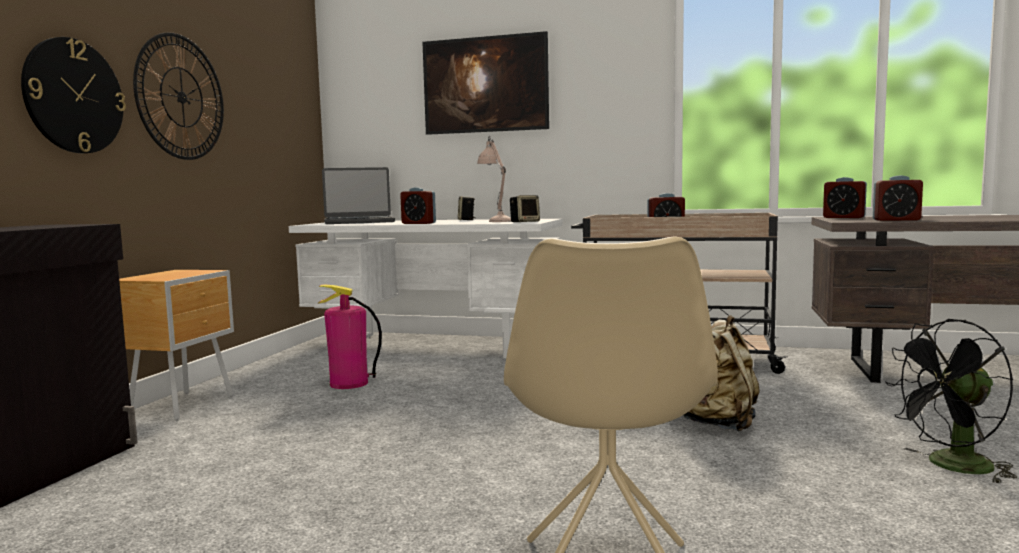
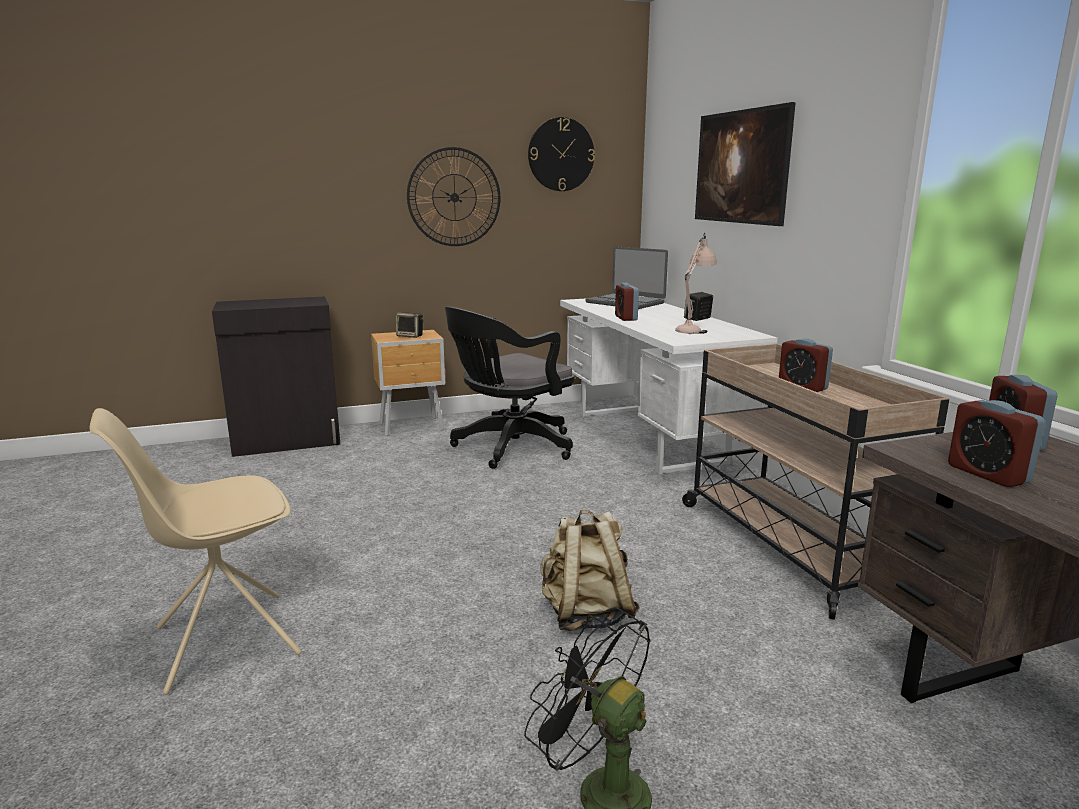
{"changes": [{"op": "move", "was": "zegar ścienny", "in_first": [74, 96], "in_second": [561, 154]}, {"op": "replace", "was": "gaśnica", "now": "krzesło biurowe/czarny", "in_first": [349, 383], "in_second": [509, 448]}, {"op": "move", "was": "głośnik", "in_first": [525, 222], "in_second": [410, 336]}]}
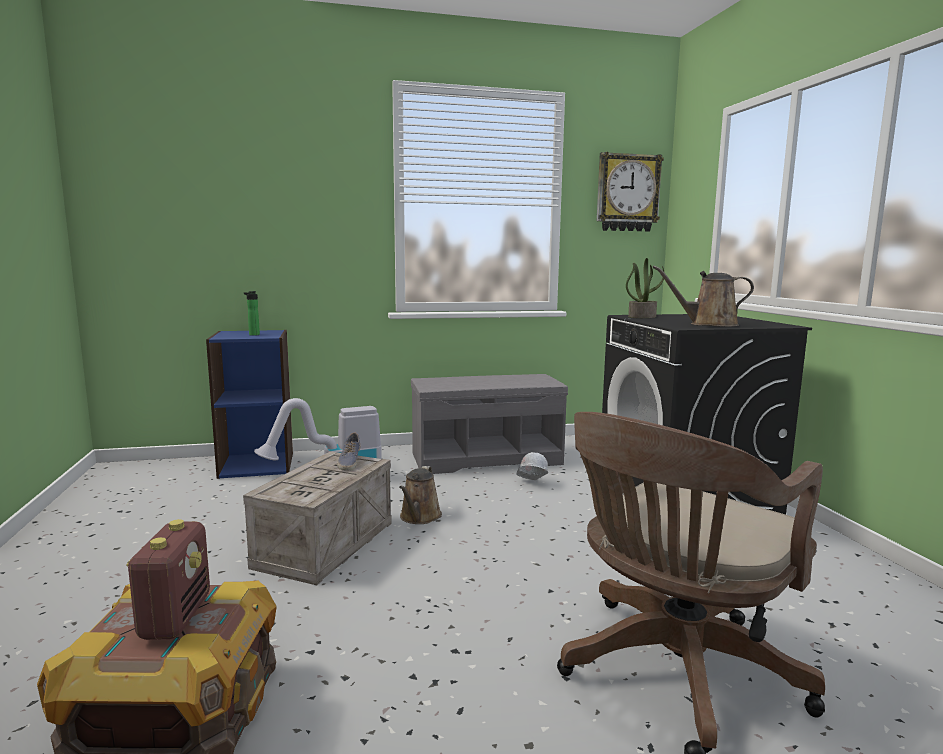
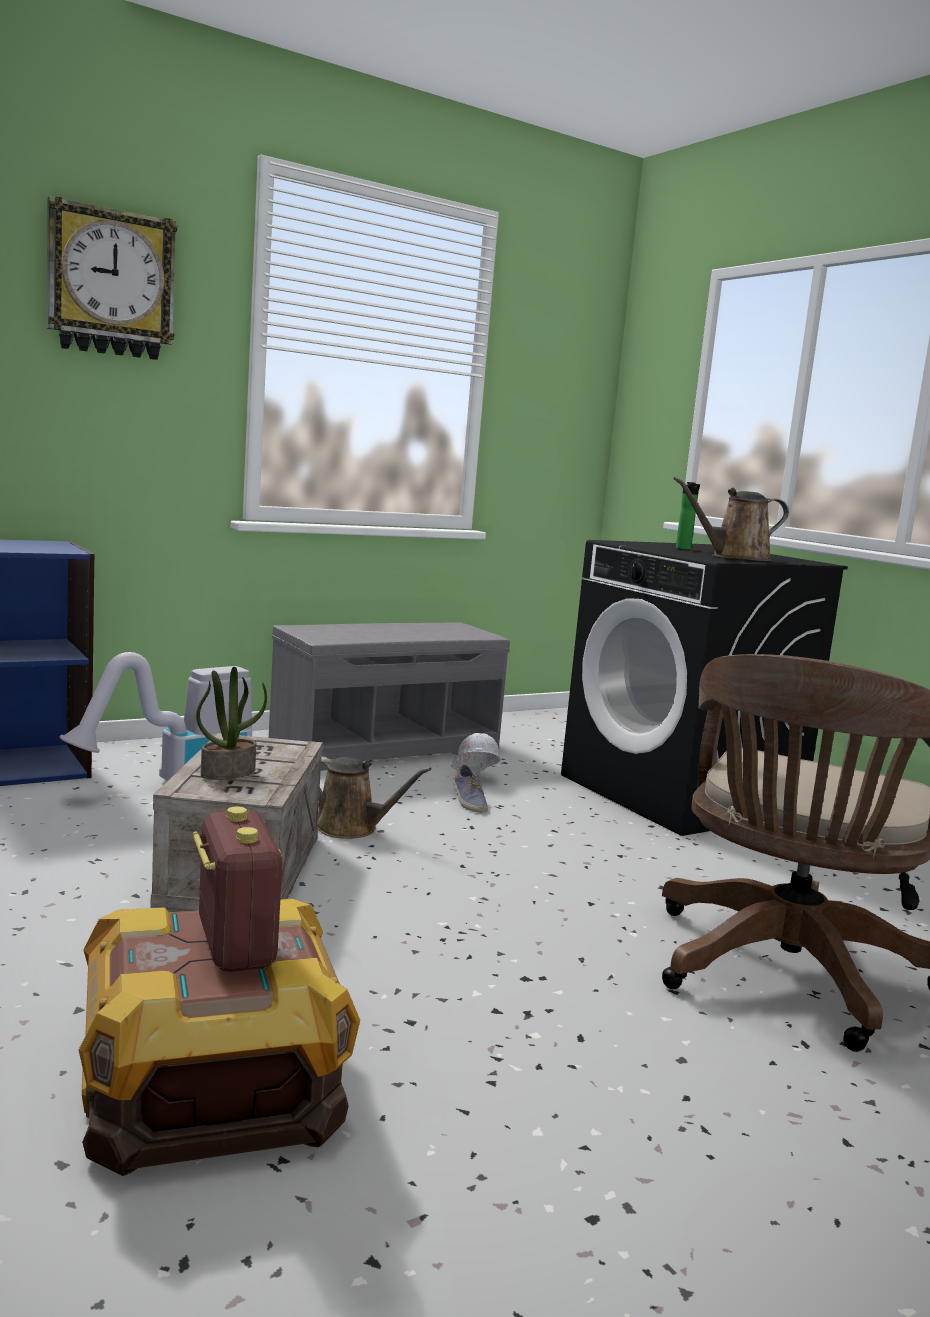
{"changes": [{"op": "move", "was": "butelka", "in_first": [253, 335], "in_second": [684, 549]}, {"op": "move", "was": "but", "in_first": [349, 462], "in_second": [468, 801]}, {"op": "rotate", "was": "konewka/brązowy", "in_first": [419, 517], "in_second": [351, 828], "clockwise": -60}, {"op": "move", "was": "zegar ścienny", "in_first": [627, 193], "in_second": [110, 283]}, {"op": "move", "was": "roślina doniczkowa", "in_first": [642, 317], "in_second": [228, 772]}]}
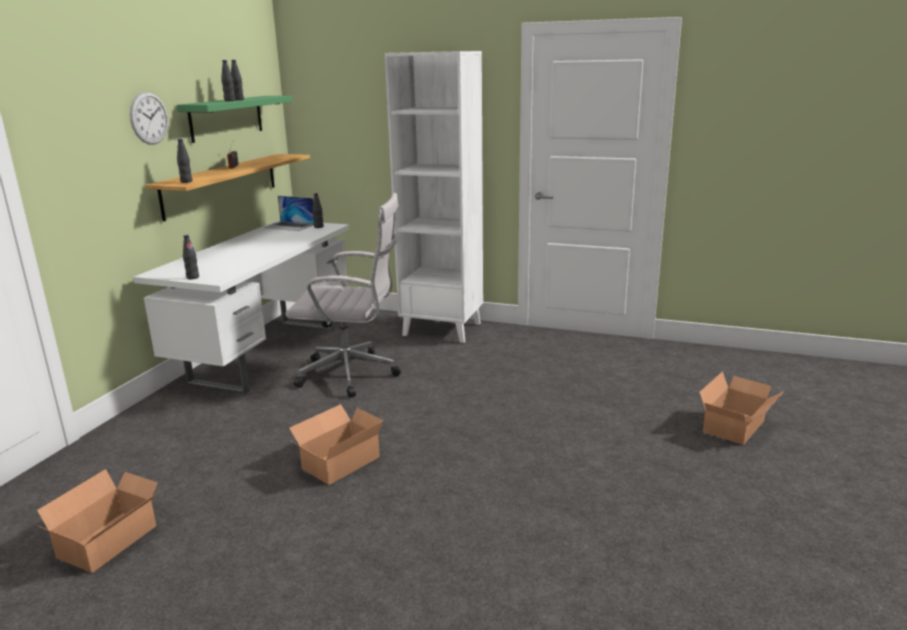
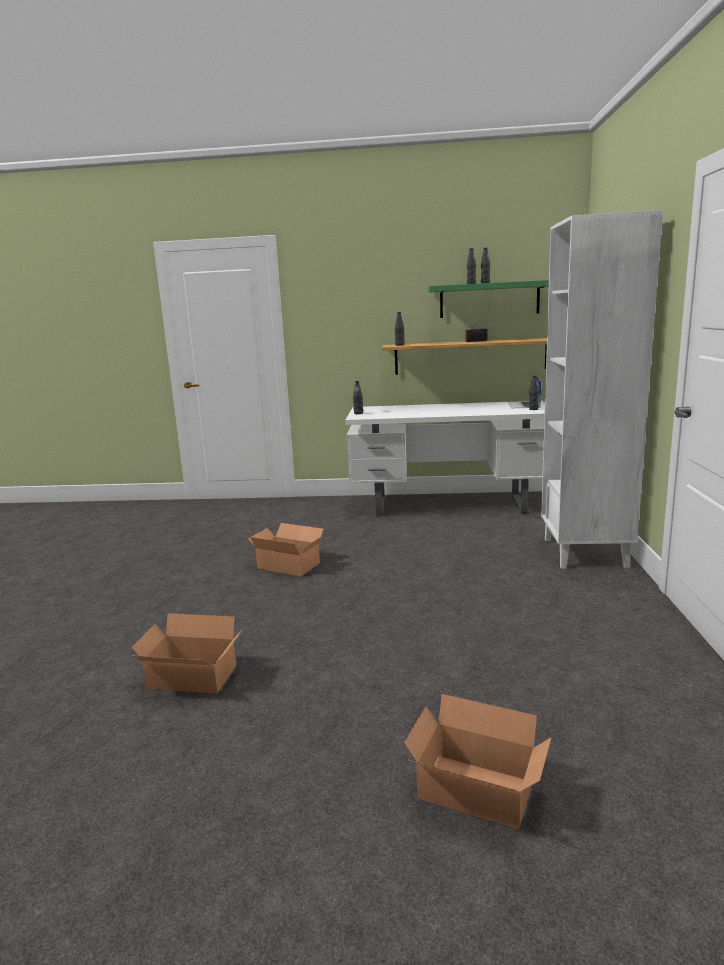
{"changes": [{"op": "move", "was": "karton", "in_first": [112, 541], "in_second": [192, 679]}, {"op": "delete", "was": "zegar ścienny", "in_first": [149, 118]}, {"op": "delete", "was": "krzesło biurowe/biały", "in_first": [353, 374]}]}
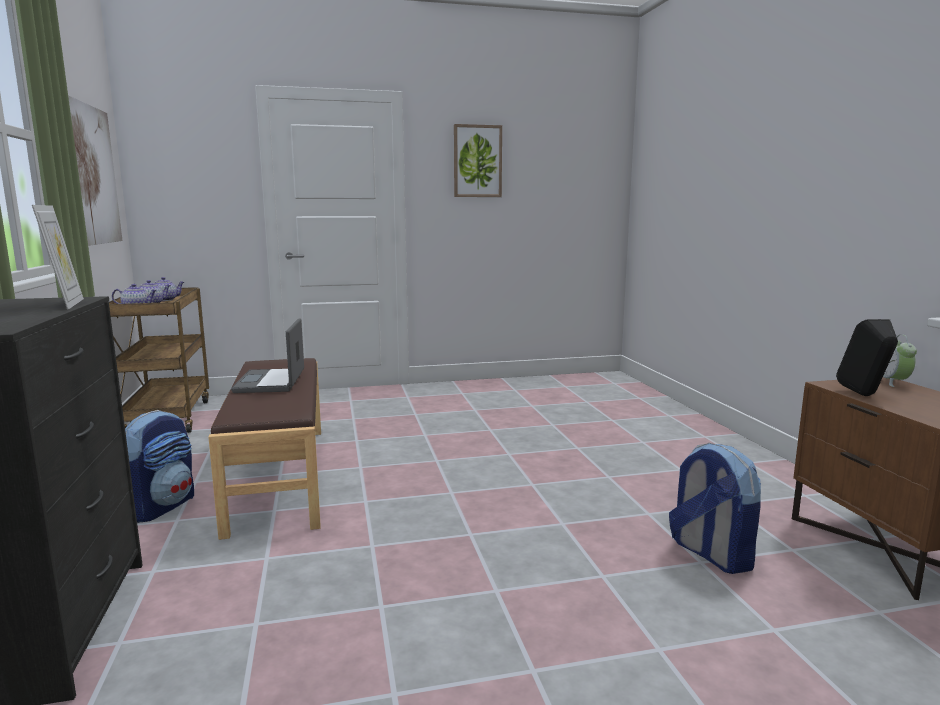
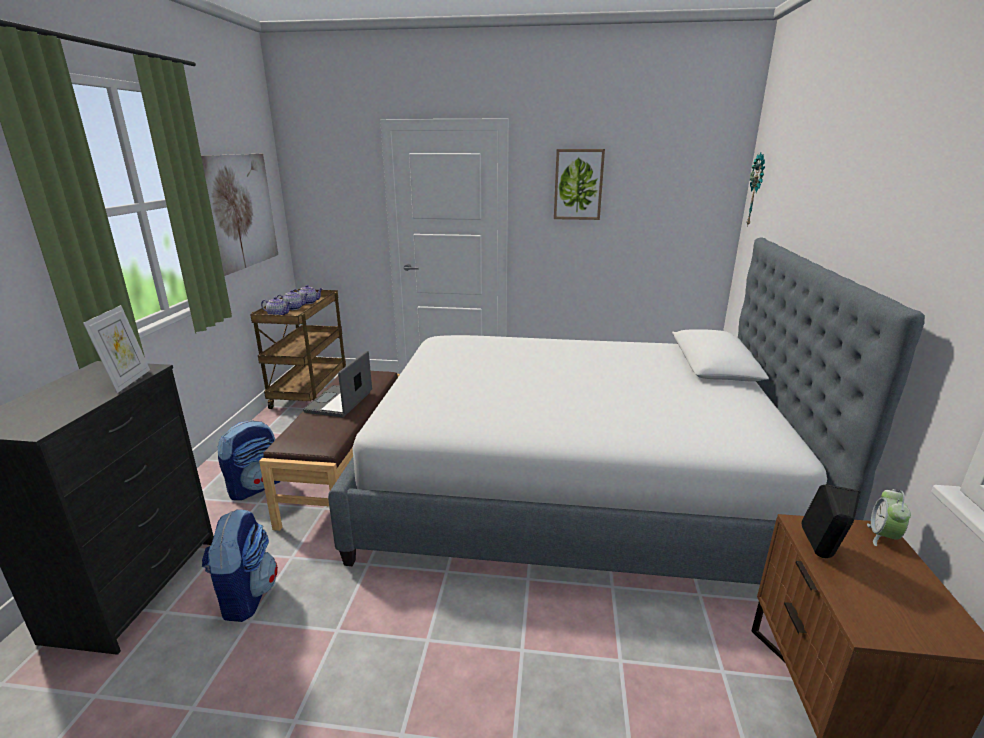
{"changes": [{"op": "move", "was": "plecak", "in_first": [710, 554], "in_second": [246, 595]}, {"op": "insert", "now": "łóżko", "in_second": [571, 487]}, {"op": "insert", "now": "zegar ścienny", "in_second": [757, 190]}]}
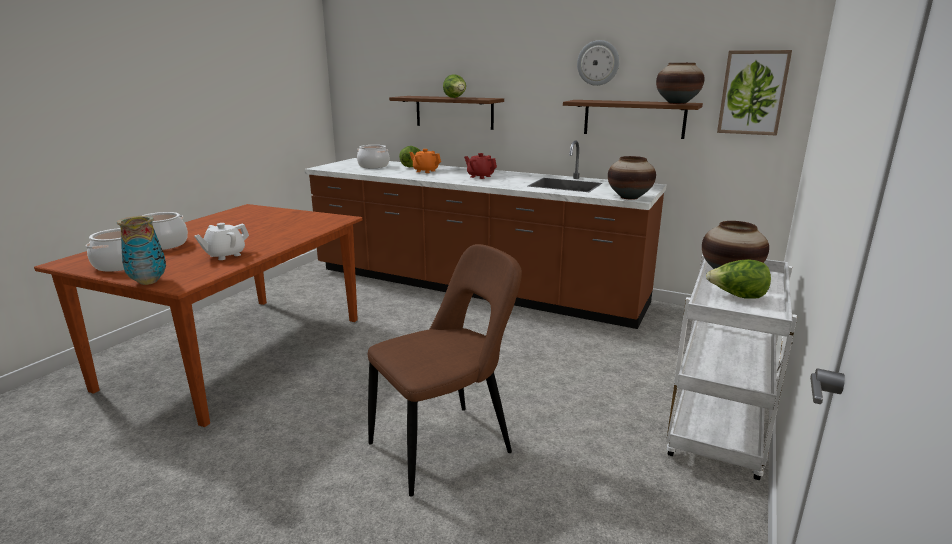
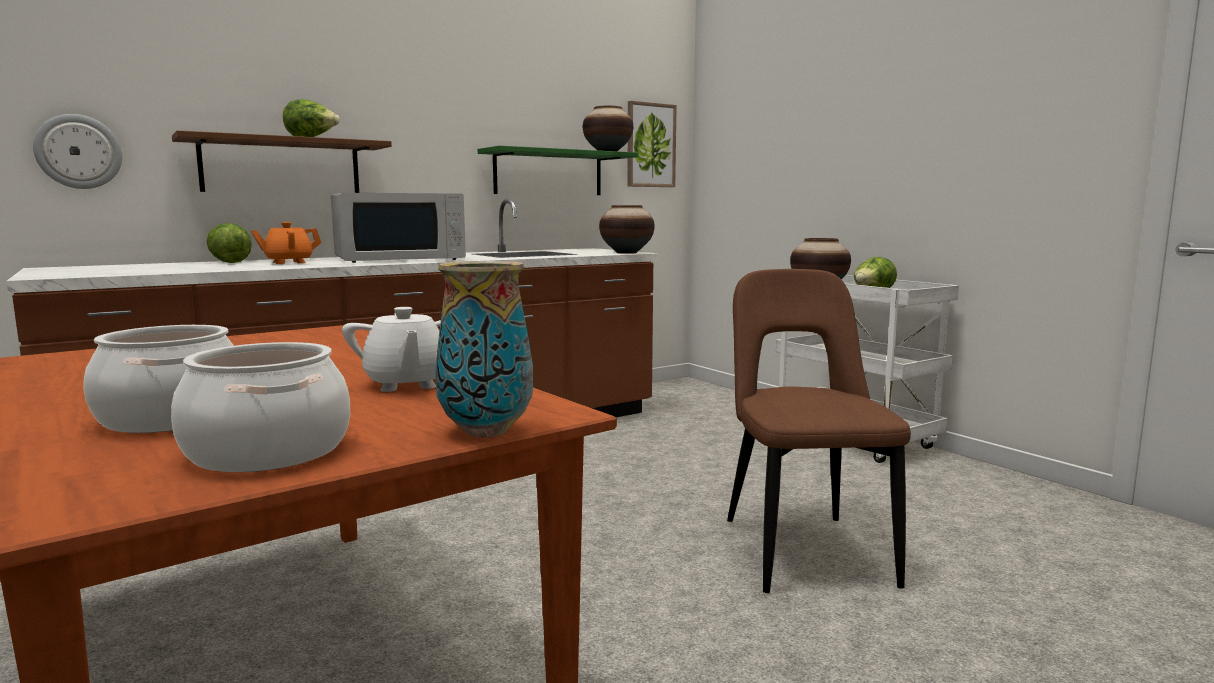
{"changes": [{"op": "delete", "was": "garnek", "in_first": [373, 166]}, {"op": "replace", "was": "imbryk/czerwony", "now": "mikrofalówka/biały", "in_first": [480, 176], "in_second": [399, 258]}, {"op": "recolor", "was": "półka/brązowy", "now": "półka/zielony", "in_first": [634, 118], "in_second": [548, 173]}, {"op": "move", "was": "zegar ścienny", "in_first": [598, 63], "in_second": [78, 152]}]}
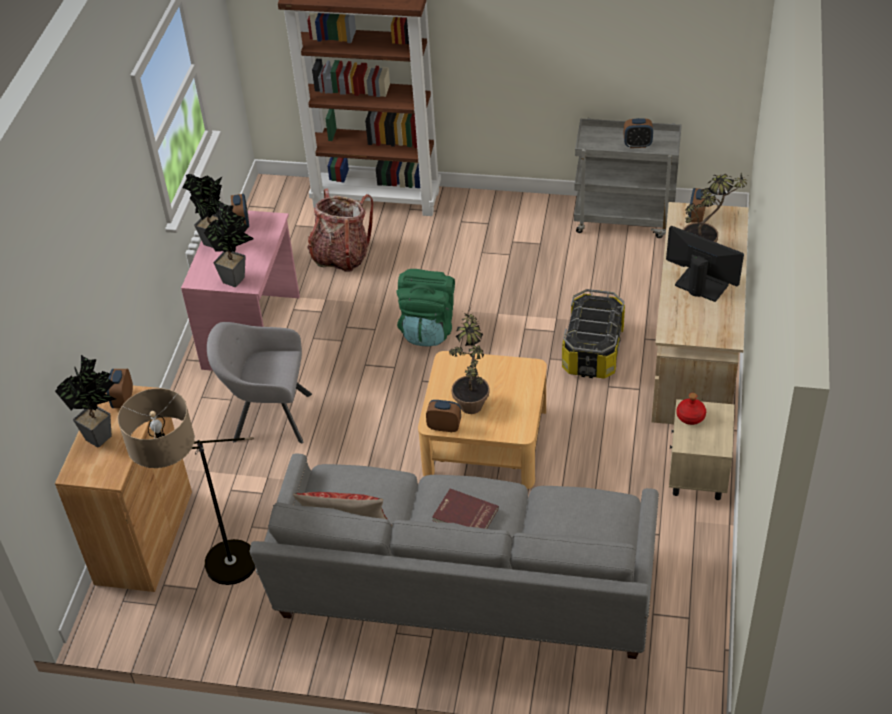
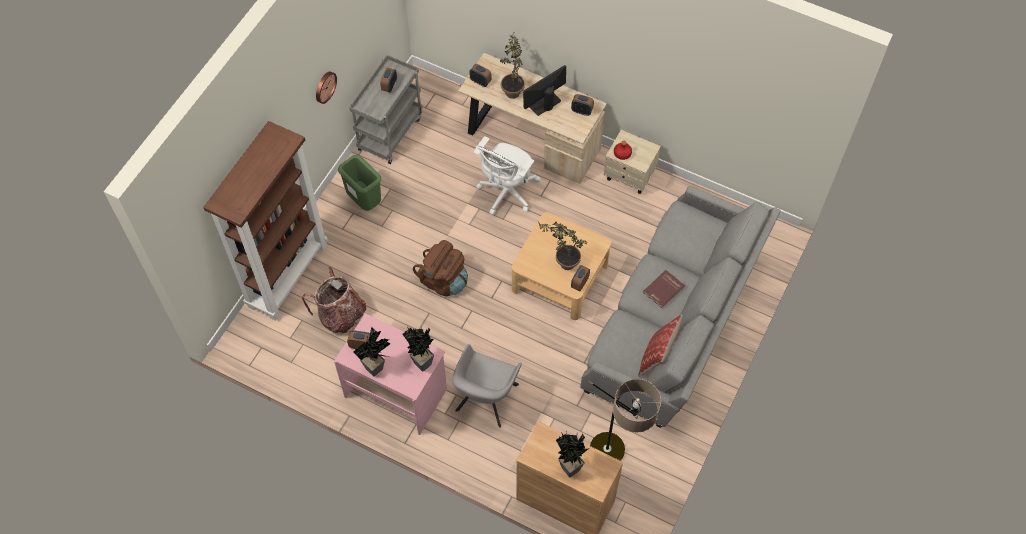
{"changes": [{"op": "move", "was": "budzik", "in_first": [123, 400], "in_second": [582, 111]}, {"op": "recolor", "was": "plecak/zielony", "now": "plecak/brązowy", "in_first": [428, 328], "in_second": [443, 280]}, {"op": "replace", "was": "pojemnik do przechowywania", "now": "krzesło biurowe/biały", "in_first": [592, 350], "in_second": [506, 193]}, {"op": "insert", "now": "zegar ścienny", "in_second": [324, 86]}, {"op": "insert", "now": "kosz na śmieci/zielony", "in_second": [365, 201]}]}
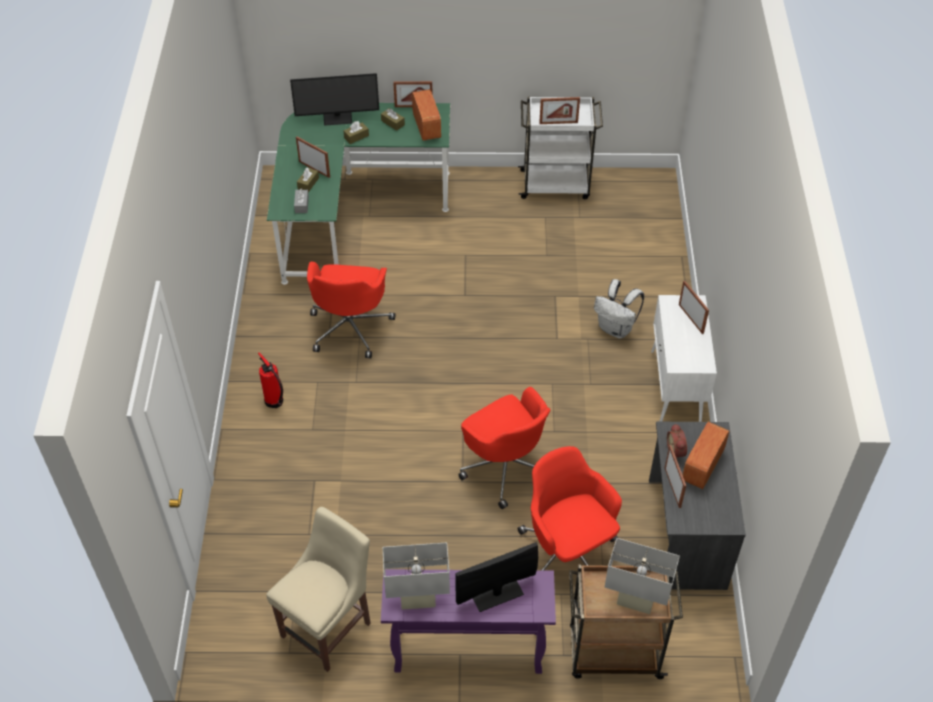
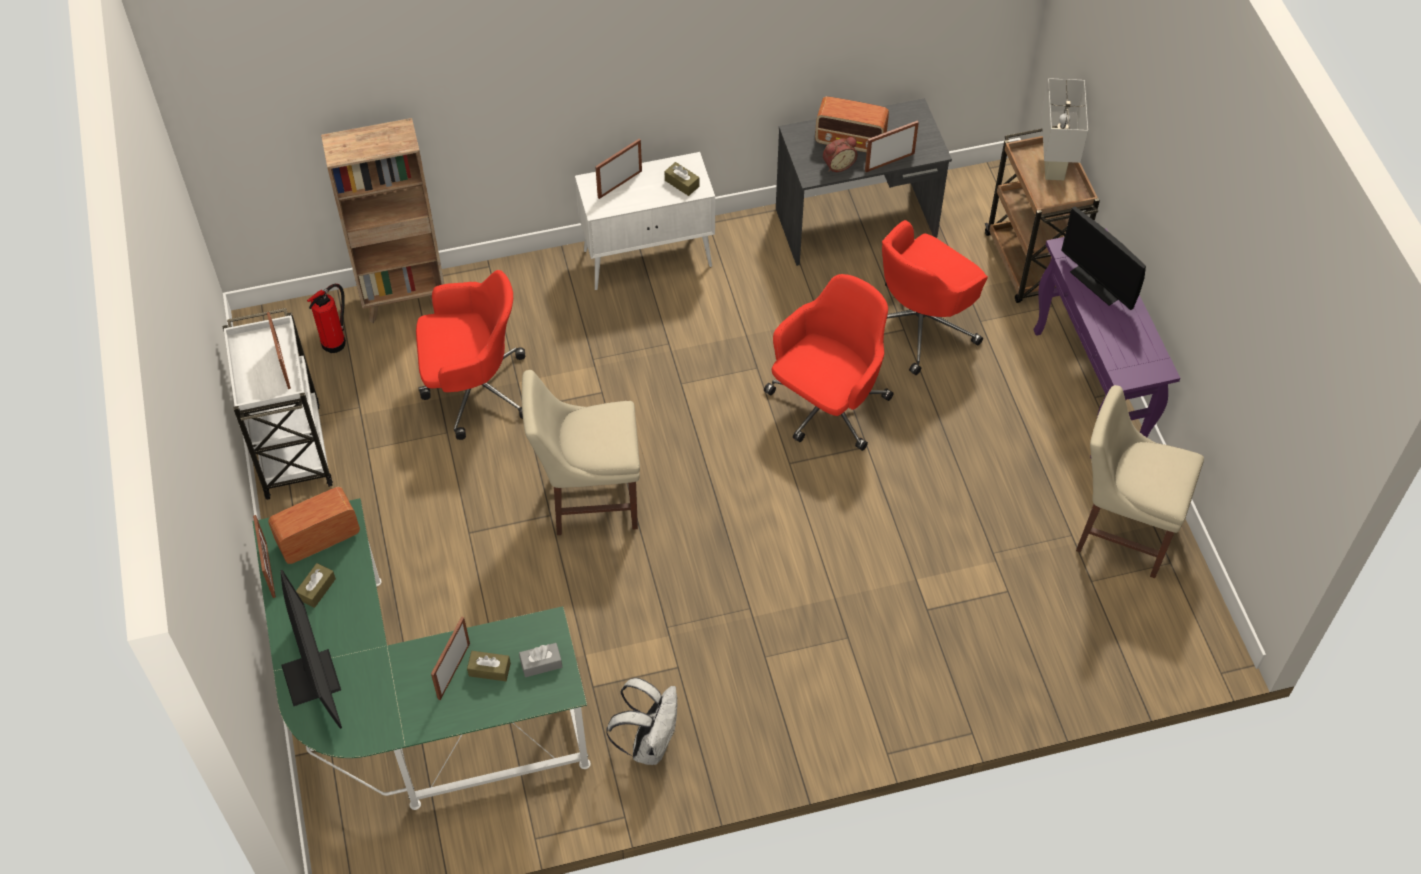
{"changes": [{"op": "move", "was": "gaśnica", "in_first": [275, 402], "in_second": [335, 341]}, {"op": "move", "was": "krzesło biurowe/czerwony", "in_first": [350, 327], "in_second": [473, 389]}, {"op": "move", "was": "pudełko chusteczek/brązowy", "in_first": [356, 136], "in_second": [682, 183]}, {"op": "delete", "was": "lampa stołowa/biały", "in_first": [418, 600]}, {"op": "move", "was": "plecak/biały", "in_first": [616, 329], "in_second": [649, 742]}, {"op": "insert", "now": "regał/brązowy", "in_second": [405, 299]}, {"op": "insert", "now": "krzesło/beżowy", "in_second": [589, 500]}]}
